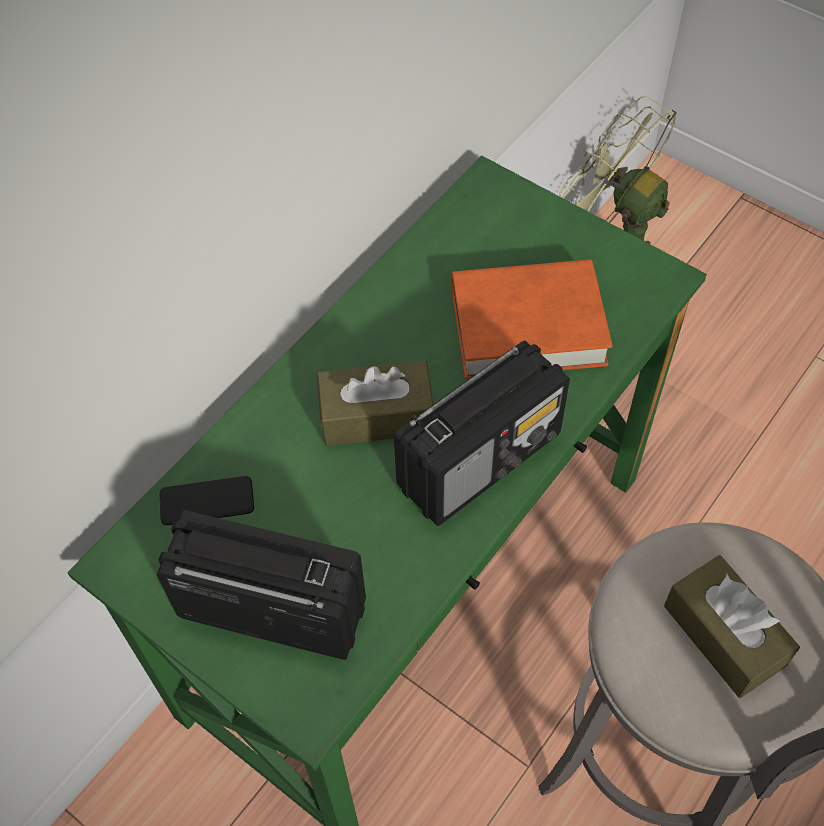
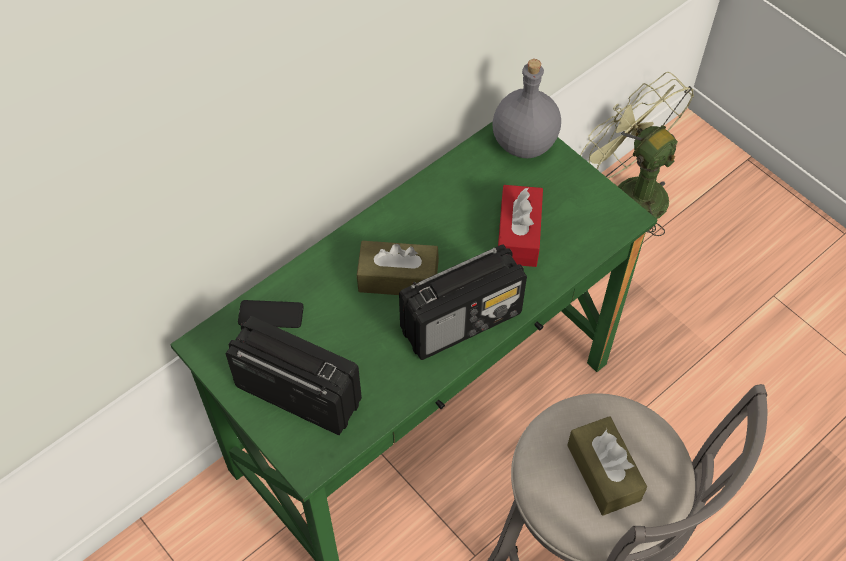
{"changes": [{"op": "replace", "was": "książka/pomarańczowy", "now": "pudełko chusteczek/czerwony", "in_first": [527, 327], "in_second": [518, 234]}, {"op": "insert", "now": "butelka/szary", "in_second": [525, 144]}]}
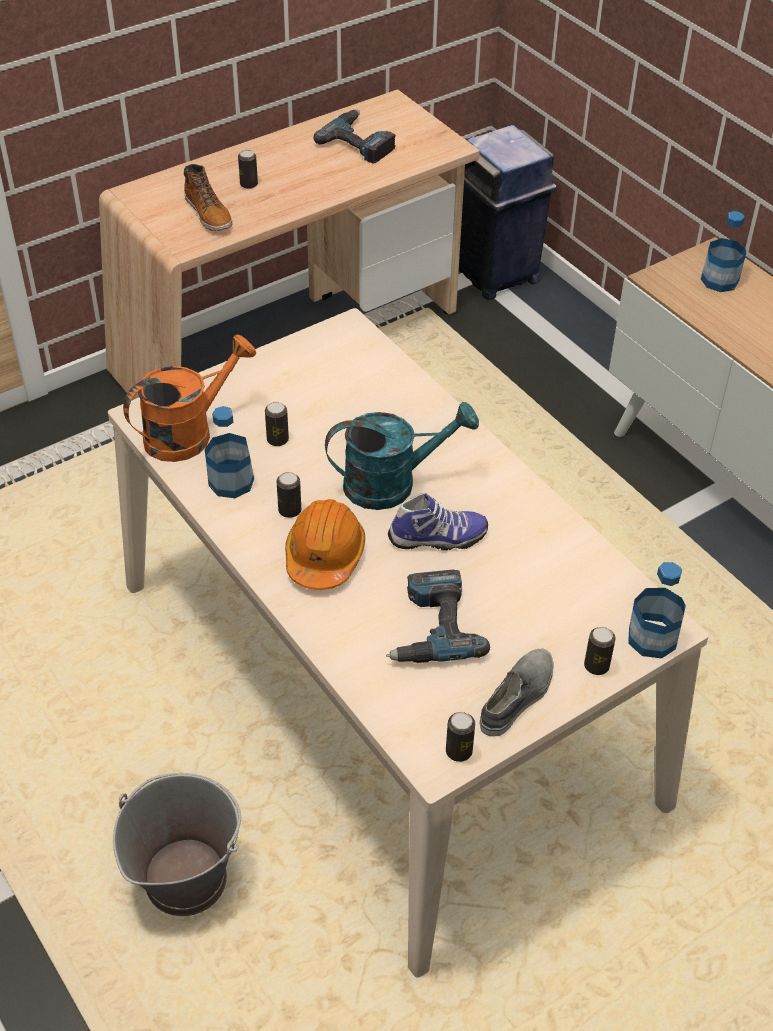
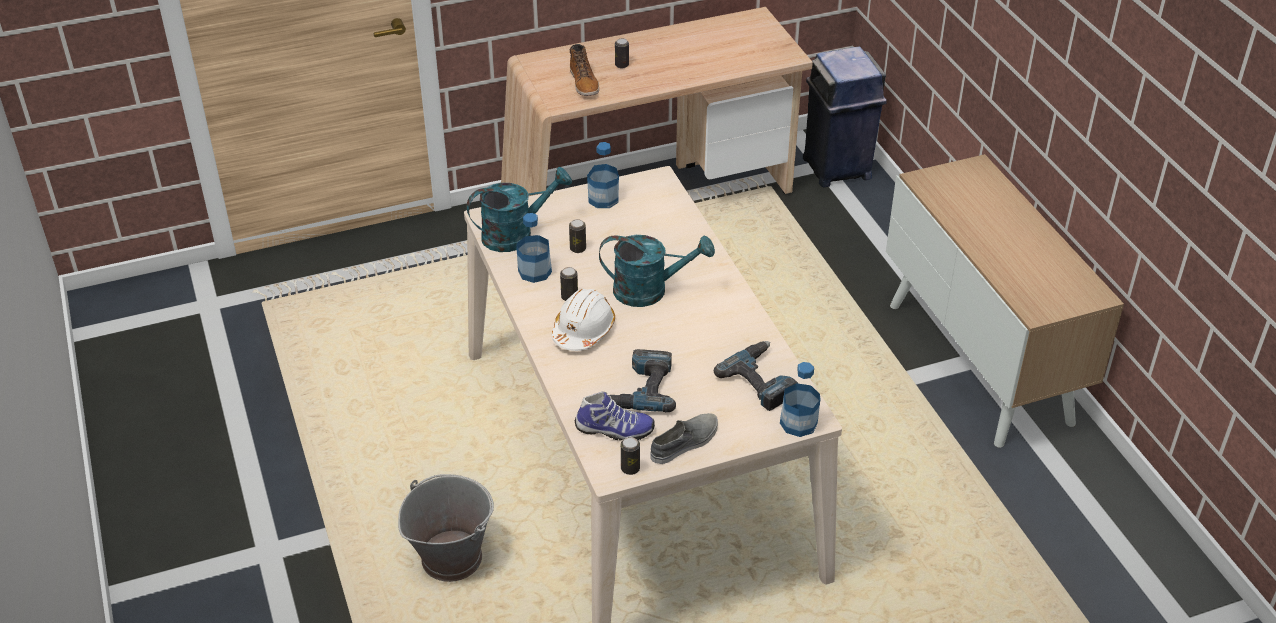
{"changes": [{"op": "recolor", "was": "konewka/pomarańczowy", "now": "konewka/turkusowy", "in_first": [188, 432], "in_second": [516, 234]}, {"op": "recolor", "was": "kask/pomarańczowy", "now": "kask/biały", "in_first": [324, 556], "in_second": [583, 330]}, {"op": "move", "was": "wiertarka", "in_first": [360, 142], "in_second": [762, 380]}, {"op": "move", "was": "but", "in_first": [438, 539], "in_second": [614, 430]}, {"op": "delete", "was": "puszka", "in_first": [596, 666]}, {"op": "move", "was": "butelka", "in_first": [719, 280], "in_second": [603, 199]}]}
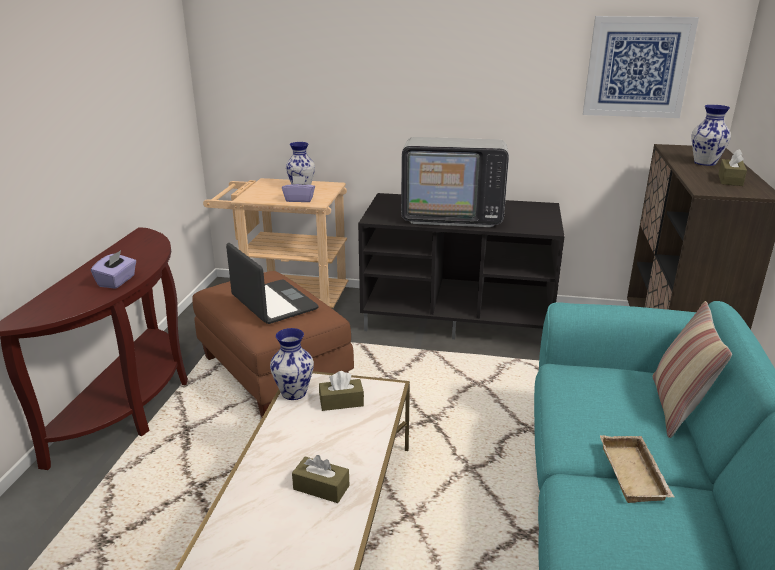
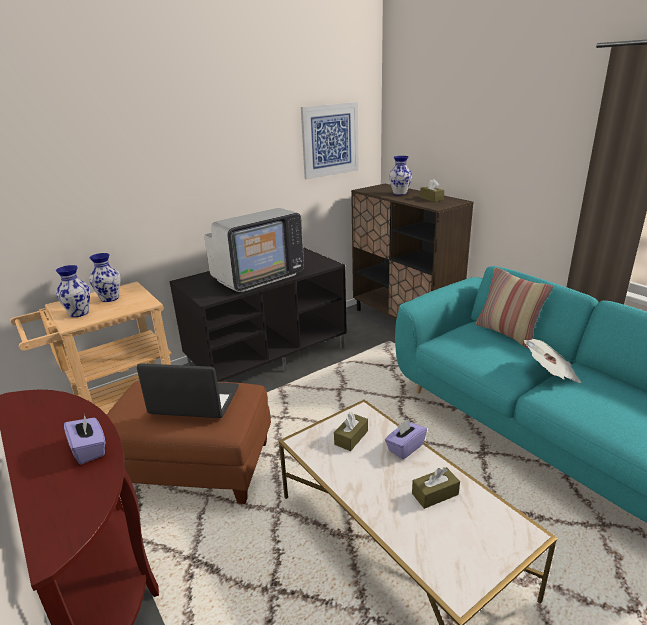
{"changes": [{"op": "move", "was": "wazon", "in_first": [294, 392], "in_second": [79, 313]}, {"op": "move", "was": "pudełko chusteczek/fioletowy", "in_first": [299, 199], "in_second": [405, 447]}, {"op": "replace", "was": "taca/beżowy", "now": "gazeta", "in_first": [635, 474], "in_second": [550, 373]}]}
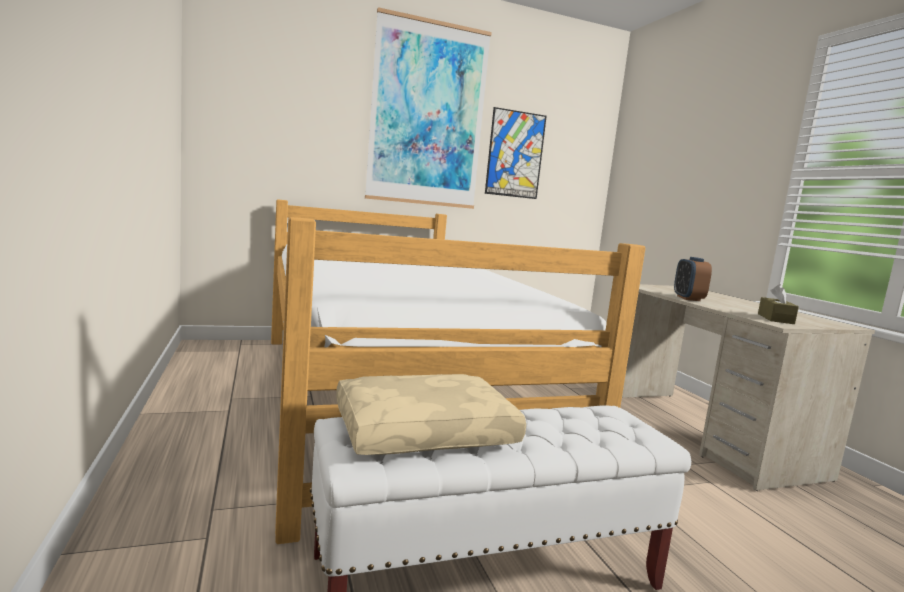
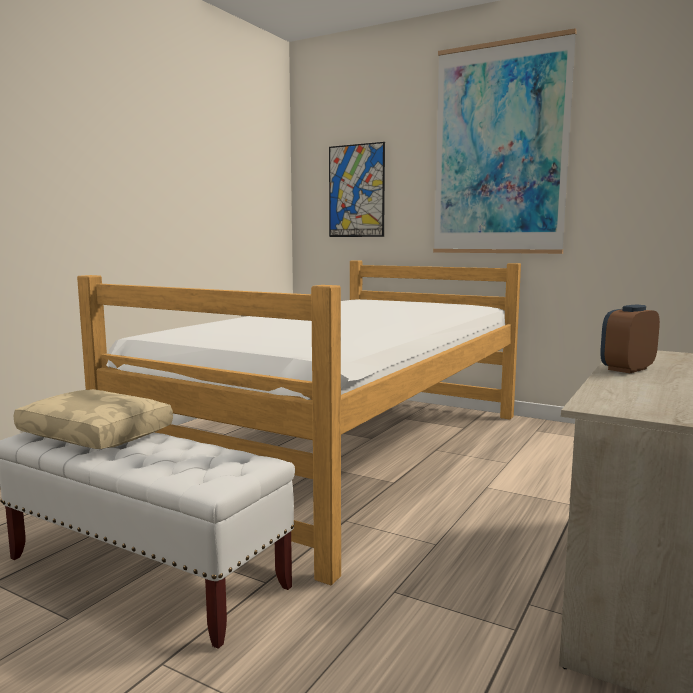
{"changes": [{"op": "move", "was": "obraz", "in_first": [515, 154], "in_second": [356, 191]}, {"op": "delete", "was": "pudełko chusteczek/brązowy", "in_first": [775, 319]}]}
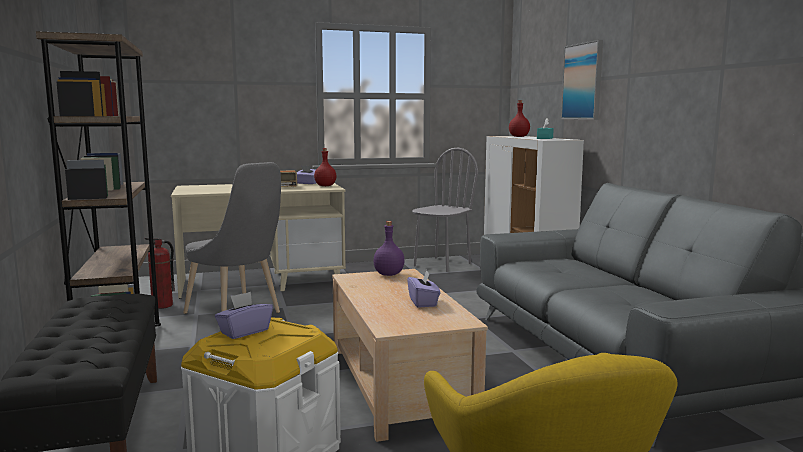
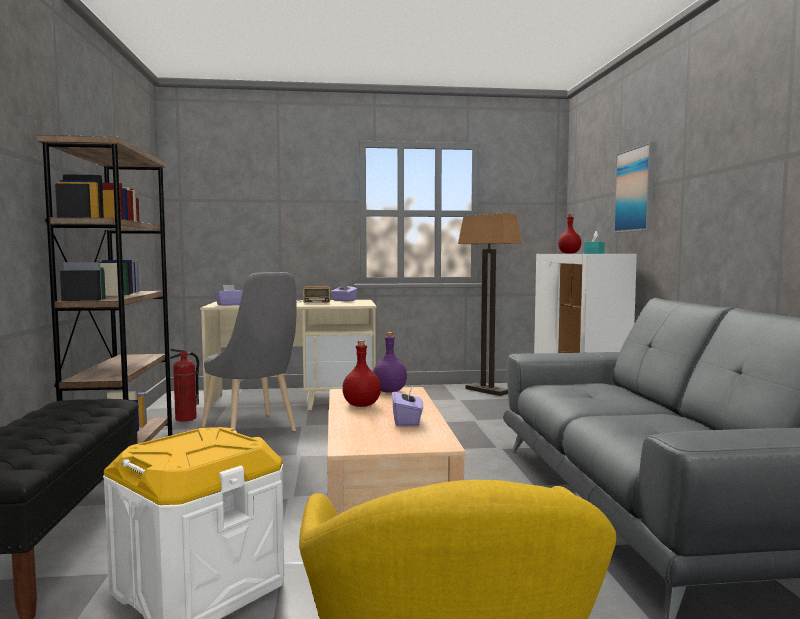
{"changes": [{"op": "move", "was": "pudełko chusteczek/fioletowy", "in_first": [244, 331], "in_second": [229, 305]}, {"op": "move", "was": "butelka/czerwony", "in_first": [325, 186], "in_second": [361, 405]}, {"op": "replace", "was": "krzesło/szary", "now": "lampa stojąca", "in_first": [442, 264], "in_second": [487, 391]}]}
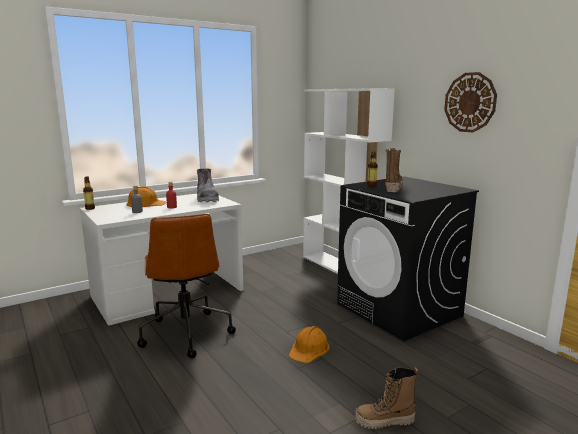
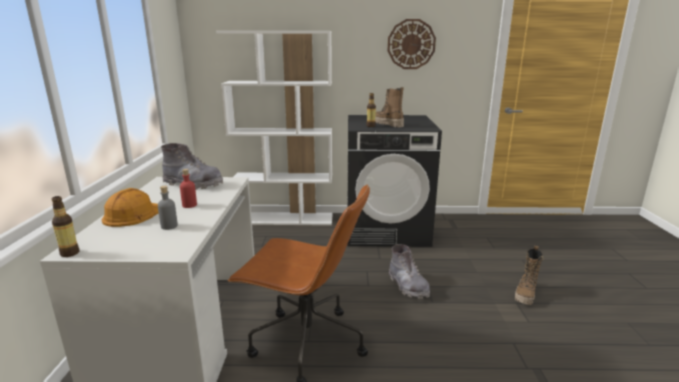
{"changes": [{"op": "replace", "was": "kask/pomarańczowy", "now": "but z cholewką/szary", "in_first": [309, 349], "in_second": [408, 286]}]}
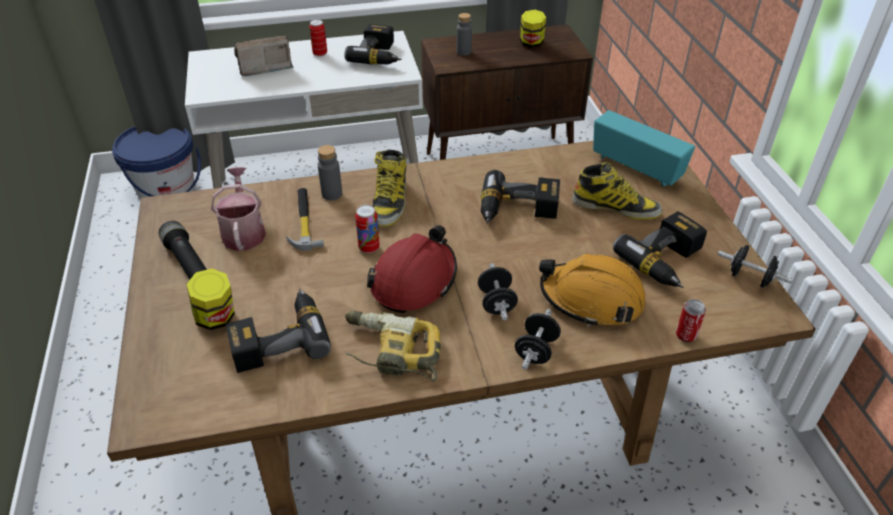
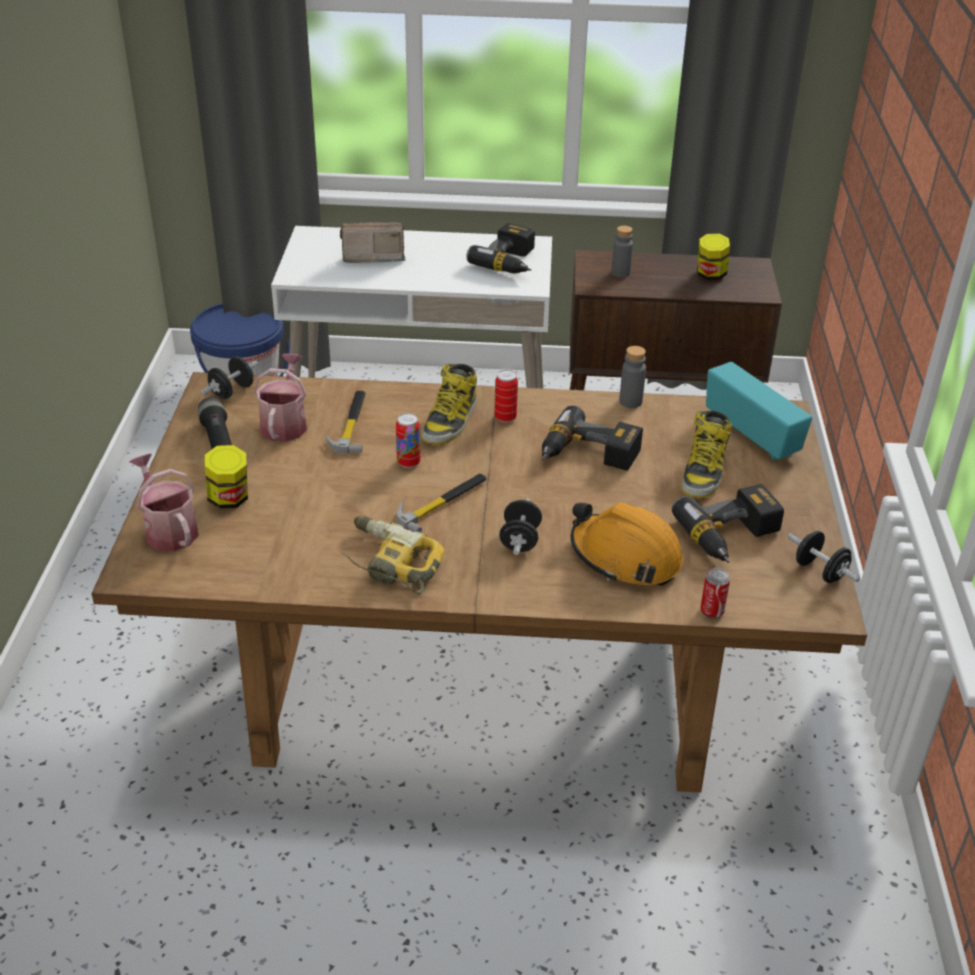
{"changes": [{"op": "delete", "was": "wiertarka", "in_first": [278, 338]}, {"op": "move", "was": "puszka", "in_first": [320, 54], "in_second": [505, 417]}, {"op": "move", "was": "butelka/szary", "in_first": [332, 194], "in_second": [630, 401]}, {"op": "replace", "was": "kask/czerwony", "now": "młotek", "in_first": [414, 280], "in_second": [442, 503]}, {"op": "move", "was": "hantel/czarny", "in_first": [536, 350], "in_second": [232, 391]}, {"op": "rotate", "was": "but z cholewką", "in_first": [616, 207], "in_second": [704, 471], "clockwise": 75}, {"op": "insert", "now": "konewka", "in_second": [168, 529]}]}
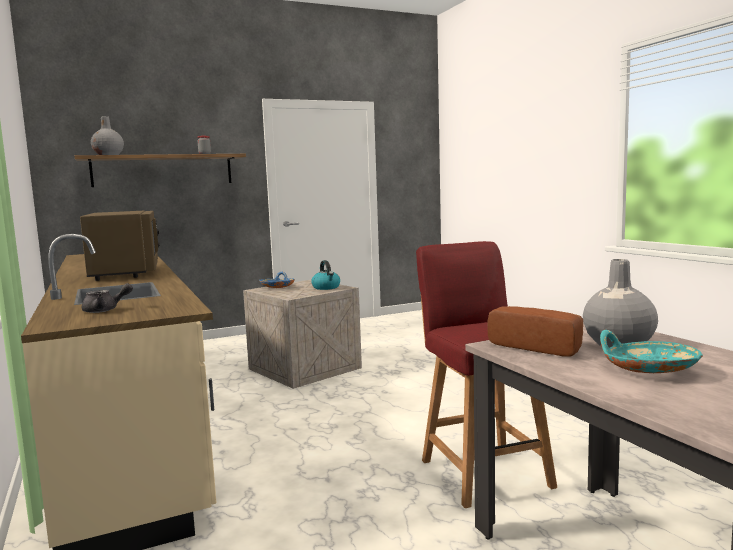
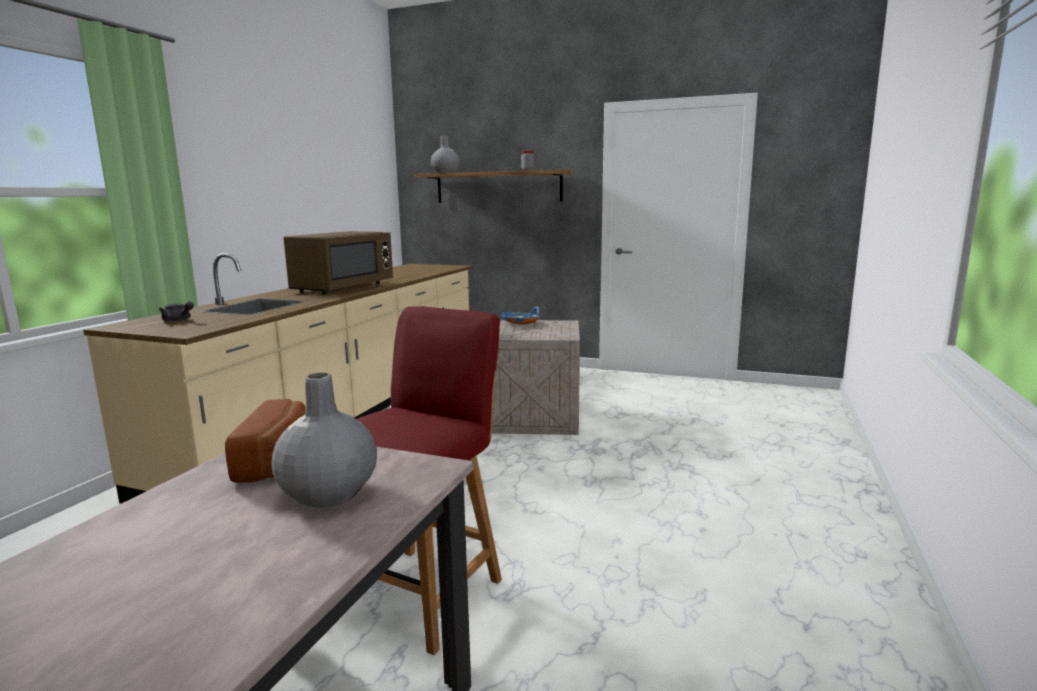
{"changes": [{"op": "delete", "was": "czajnik", "in_first": [326, 287]}, {"op": "delete", "was": "miska/turkusowy", "in_first": [647, 369]}]}
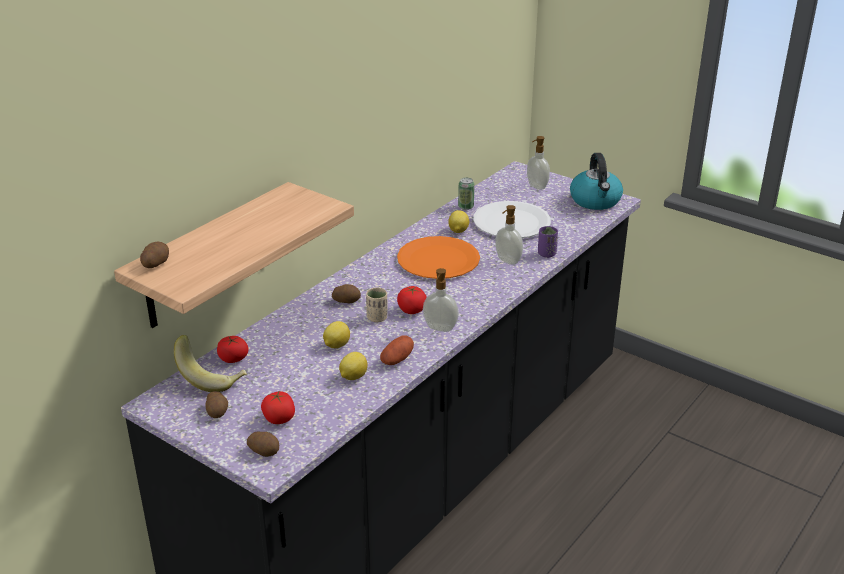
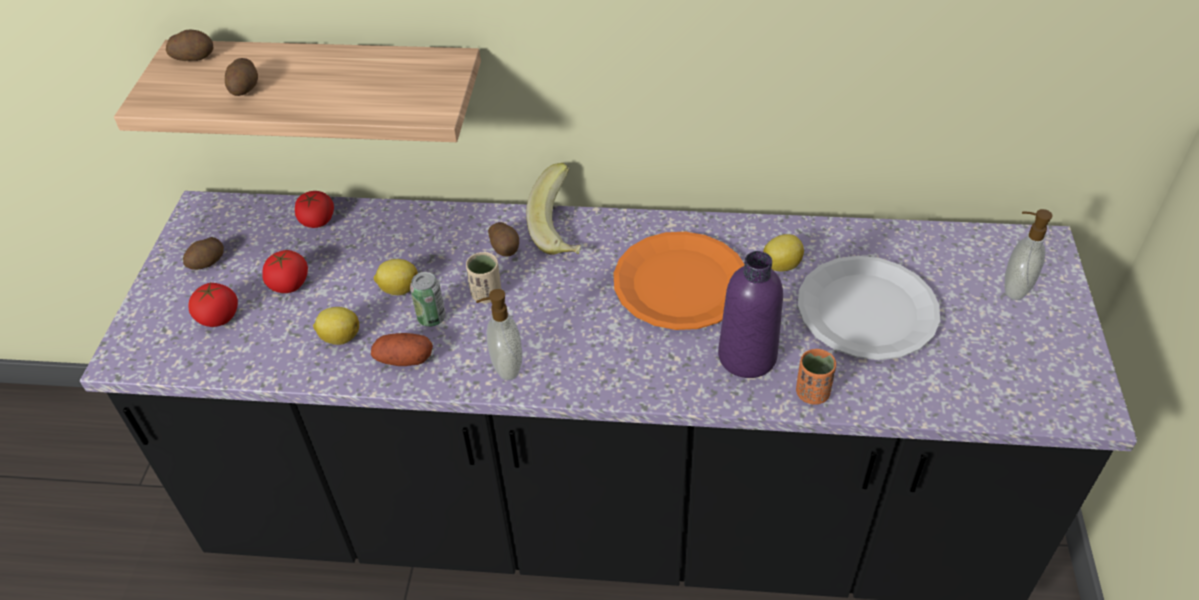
{"changes": [{"op": "move", "was": "banan", "in_first": [212, 378], "in_second": [563, 231]}, {"op": "move", "was": "ziemniak", "in_first": [264, 451], "in_second": [245, 88]}, {"op": "move", "was": "pomidor", "in_first": [411, 310], "in_second": [289, 284]}, {"op": "move", "was": "puszka", "in_first": [466, 207], "in_second": [431, 318]}, {"op": "replace", "was": "dozownik mydła", "now": "butelka/fioletowy", "in_first": [507, 261], "in_second": [747, 356]}, {"op": "recolor", "was": "filiżanka/fioletowy", "now": "filiżanka/pomarańczowy", "in_first": [546, 254], "in_second": [812, 393]}, {"op": "delete", "was": "czajnik", "in_first": [595, 201]}]}
